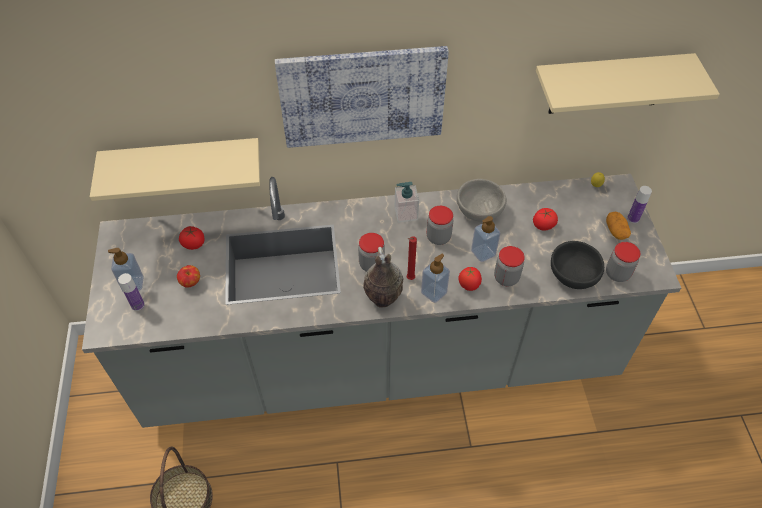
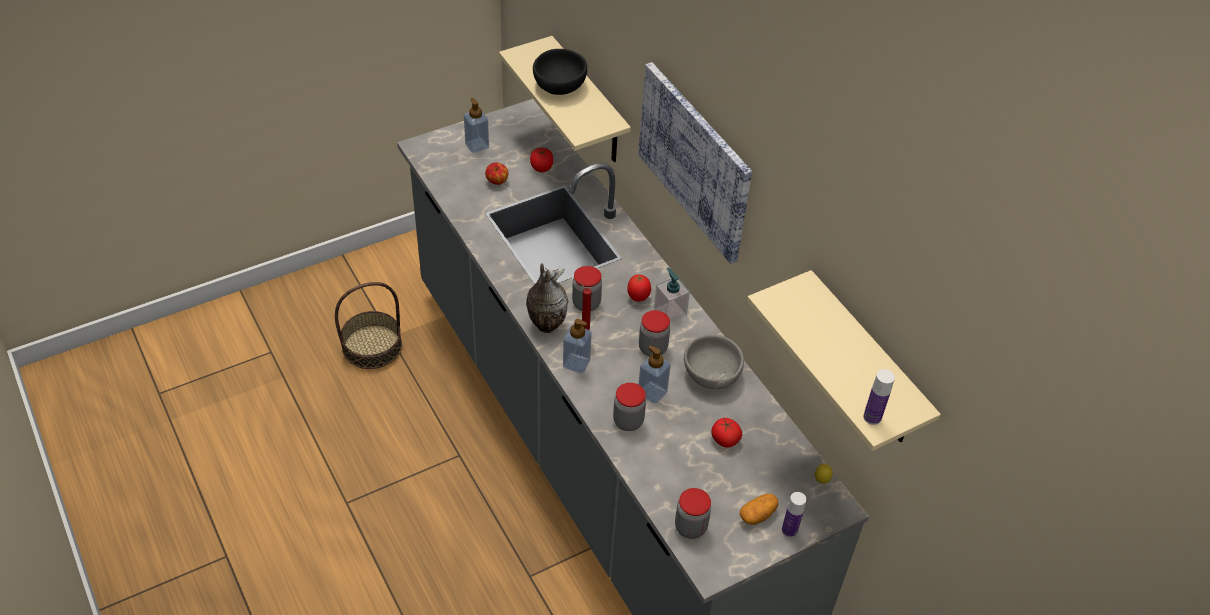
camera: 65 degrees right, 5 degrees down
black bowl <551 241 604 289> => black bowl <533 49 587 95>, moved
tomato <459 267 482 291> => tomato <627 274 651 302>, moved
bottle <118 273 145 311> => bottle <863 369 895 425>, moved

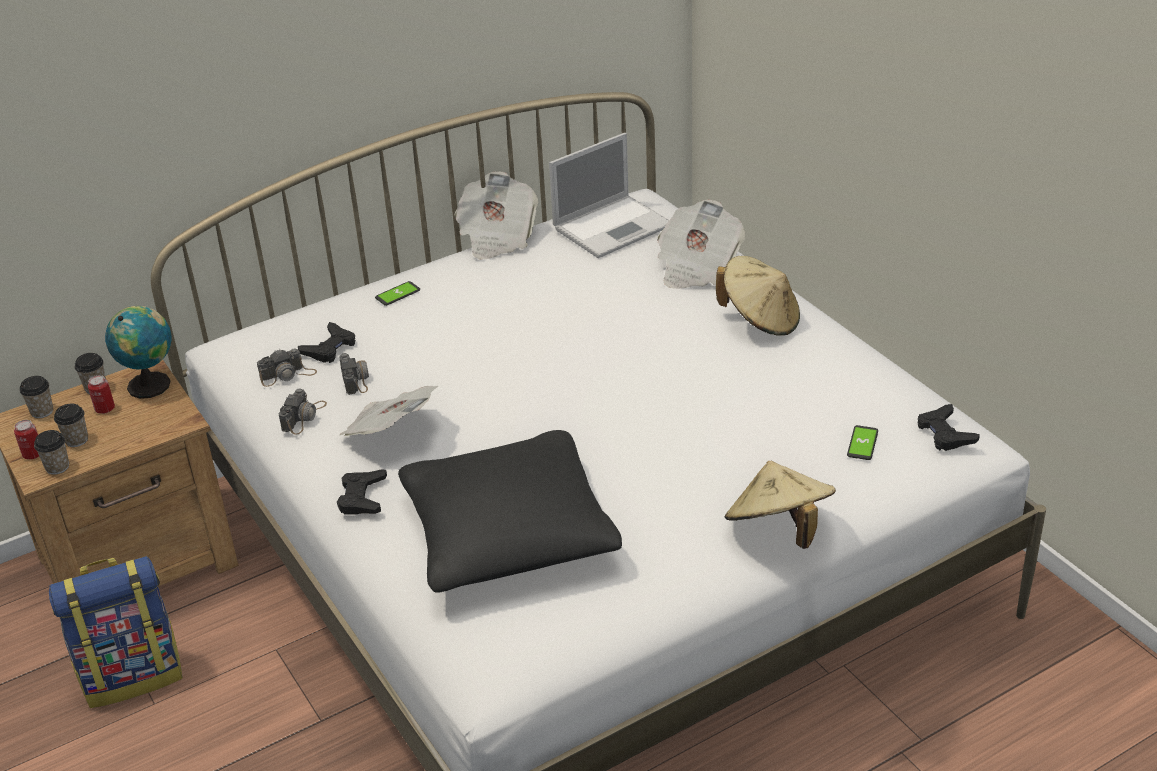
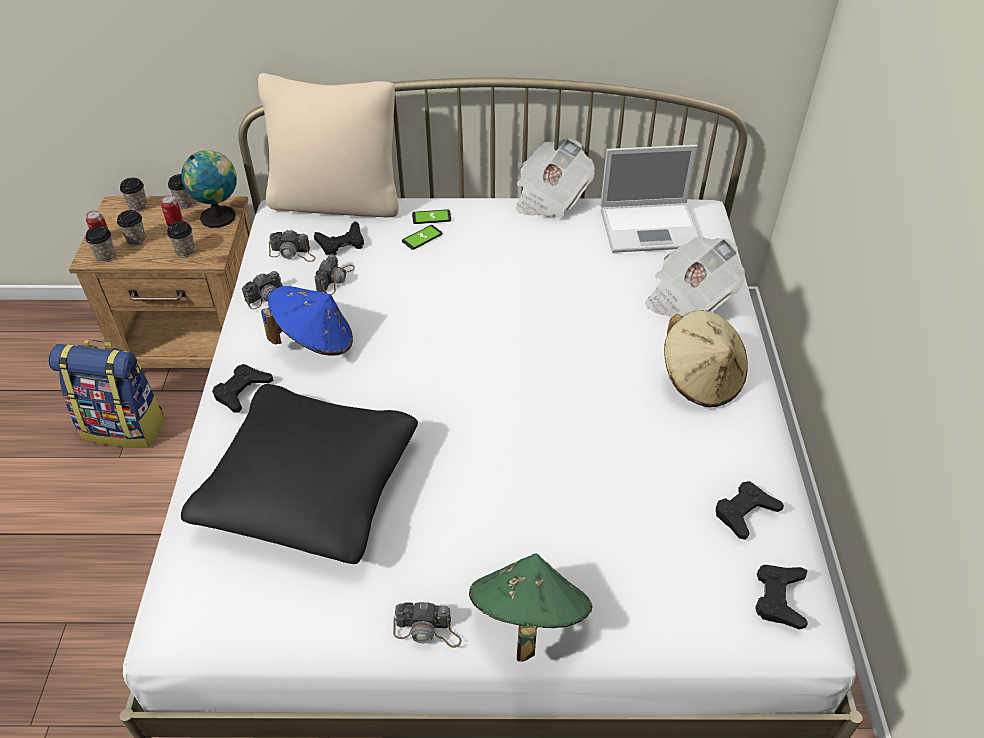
camera: 30 degrees right, 10 degrees up
newspaper <340 386 438 436> => blue hat <261 286 353 356>
phone <847 425 878 460> => phone <402 225 443 250>, moved
beige hat <724 461 836 549> => green hat <469 554 592 662>
nothing => beige pillow <258 73 399 218>
nothing => cup <167 221 195 257>
nothing => black game controller <716 481 784 540>
nothing => photo camera <393 602 462 648>

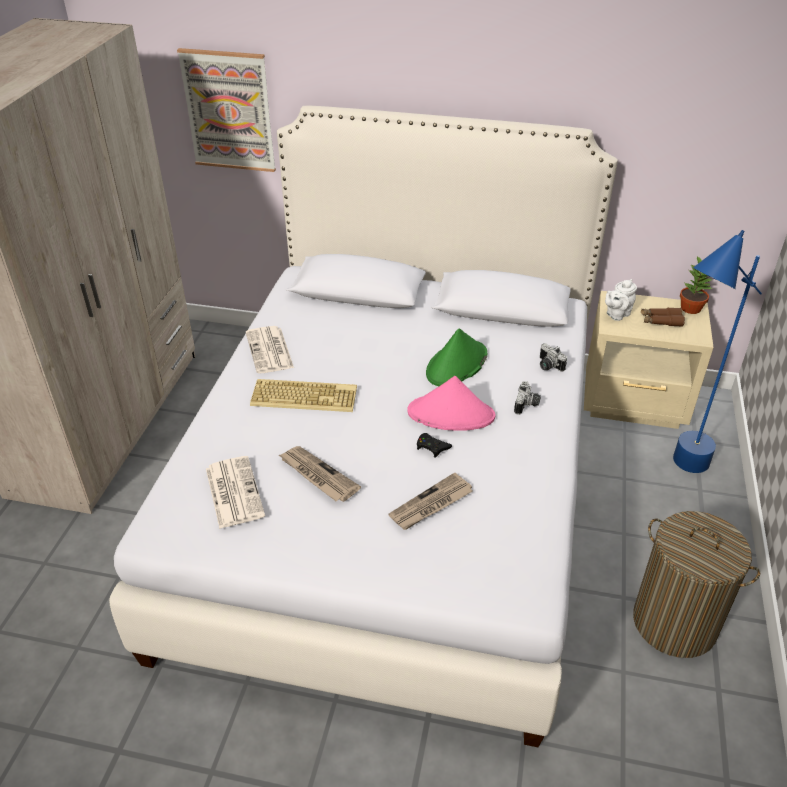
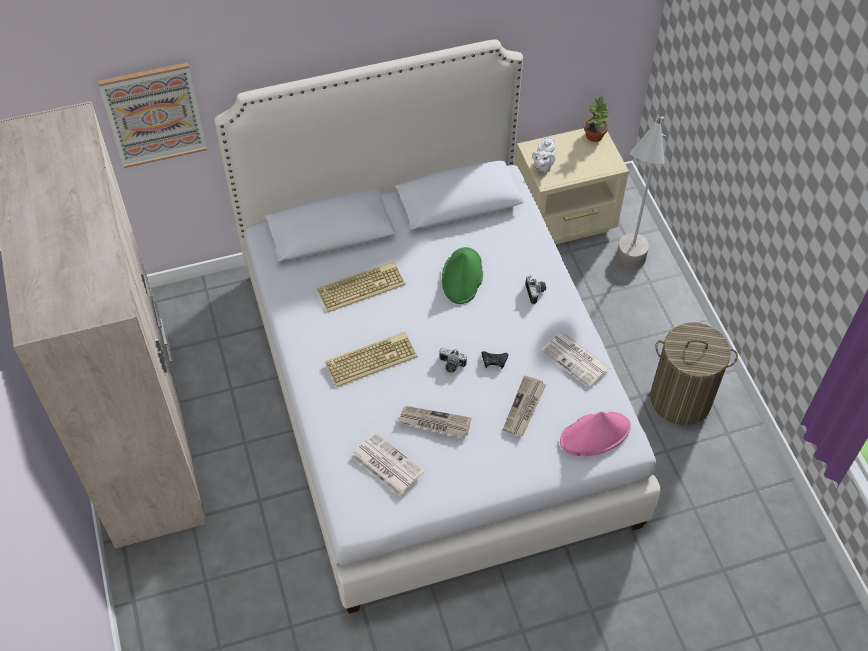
camera: 30 degrees left, 15 degrees up
blue floor lamp <673 230 762 473> => grey floor lamp <616 116 666 269>
brown binoculars <641 308 685 327> => nothing
newspaper <246 326 294 374> => newspaper <541 332 610 387>, moved
photo camera <540 343 567 372> => photo camera <439 347 467 373>, moved
pink hat <407 376 495 431> => pink hat <560 411 631 456>, moved
nothing => keyboard <317 261 406 312>

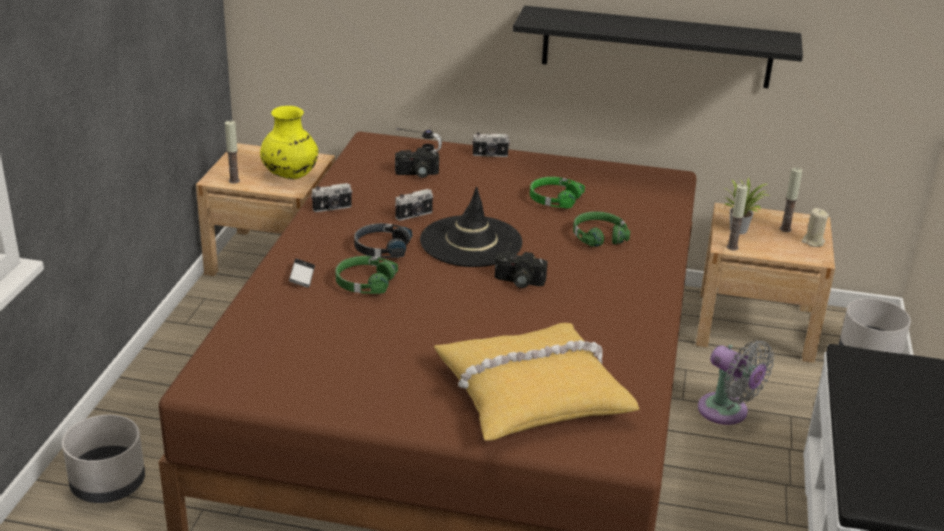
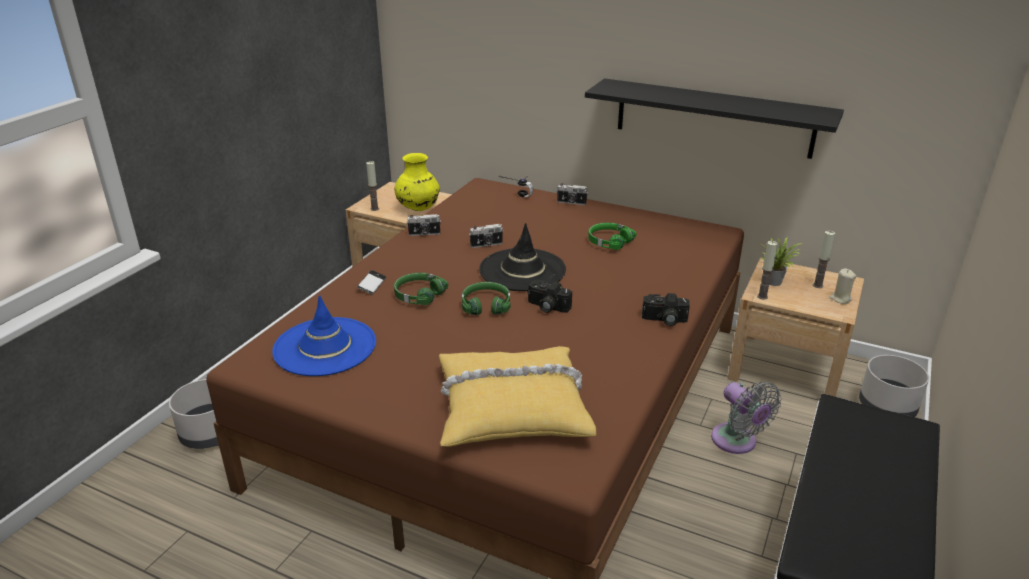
camera: 15 degrees right, 0 degrees up
photo camera <395 148 439 178> => photo camera <642 293 690 326>, moved
green headphones <573 211 630 247> => green headphones <462 282 511 315>, moved
black headphones <354 223 413 258> => nothing
nothing => blue hat <272 295 376 376>

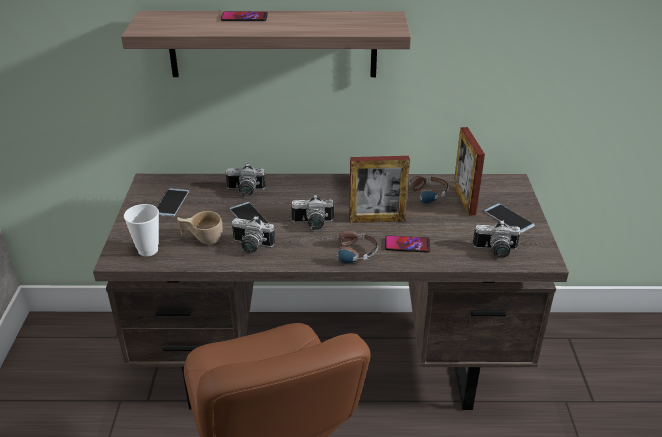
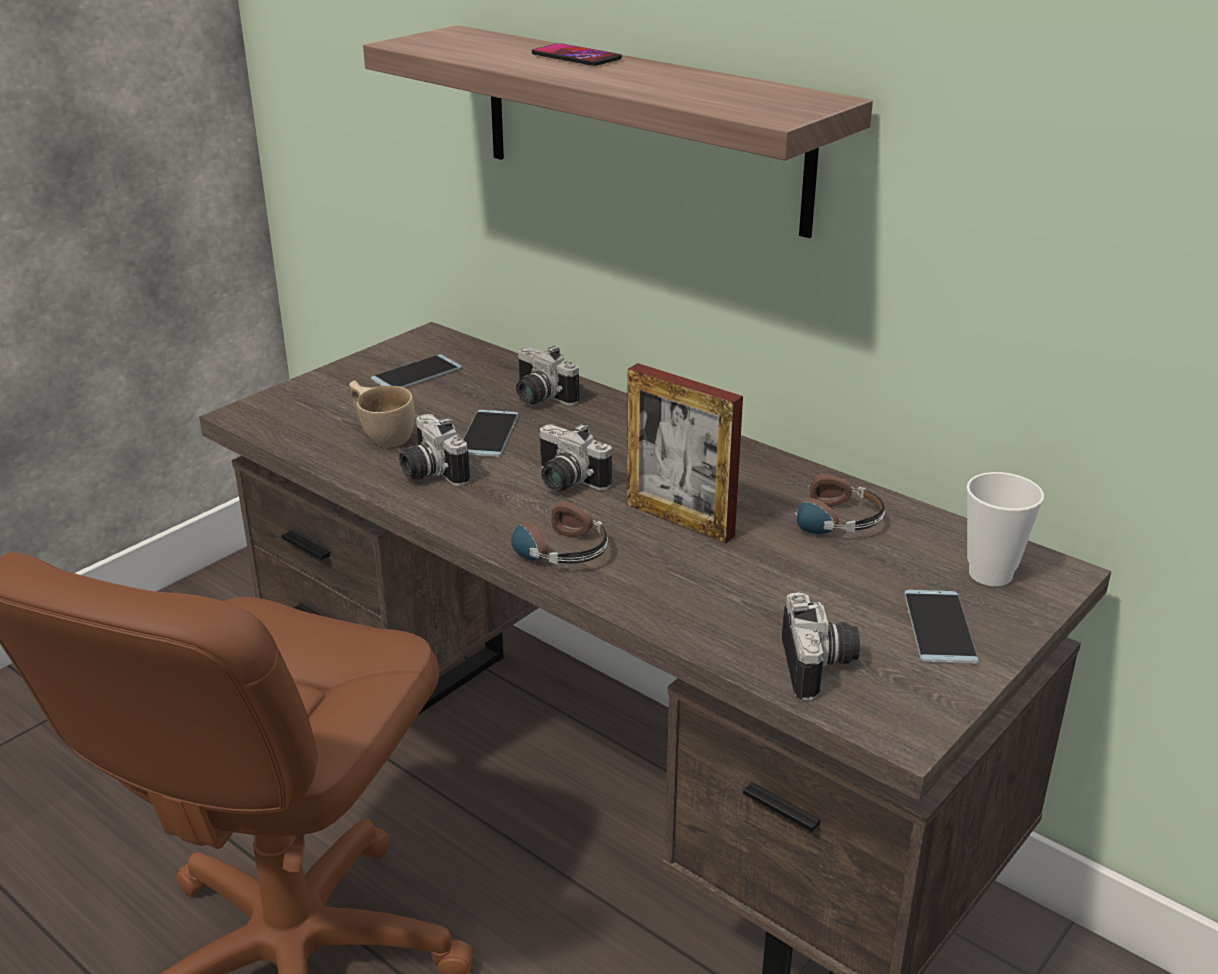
camera: 40 degrees right, 5 degrees down
picture frame <453 127 485 216> => nothing
cup <124 204 159 256> => cup <966 472 1044 586>, moved
photo camera <473 220 521 258> => photo camera <782 593 860 700>, 135 degrees counterclockwise
phone <385 235 430 253> => nothing

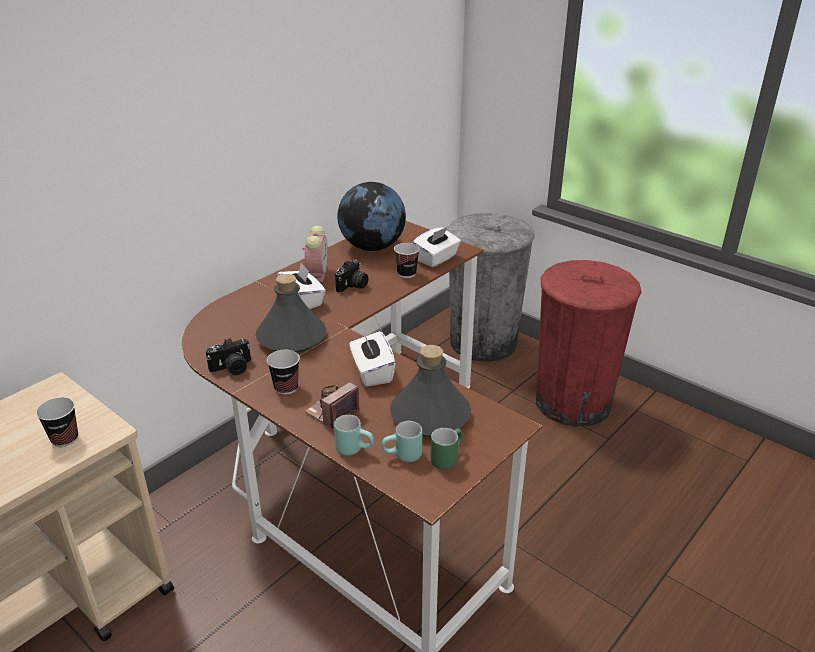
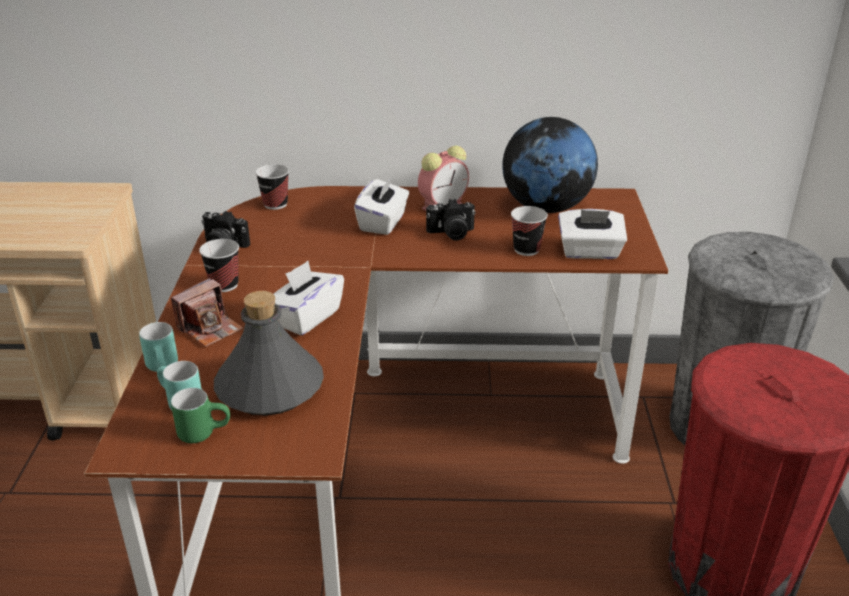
camera: 50 degrees right, 0 degrees up
grey bottle <256 274 326 353> => nothing
photo camera <305 382 359 430> => photo camera <171 278 243 347>, 135 degrees clockwise
cup <36 397 78 447> => cup <255 164 289 210>, moved

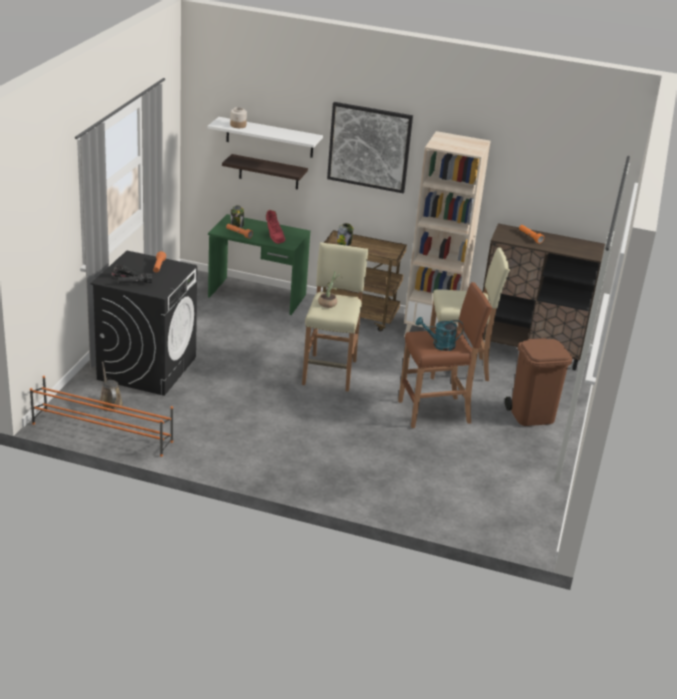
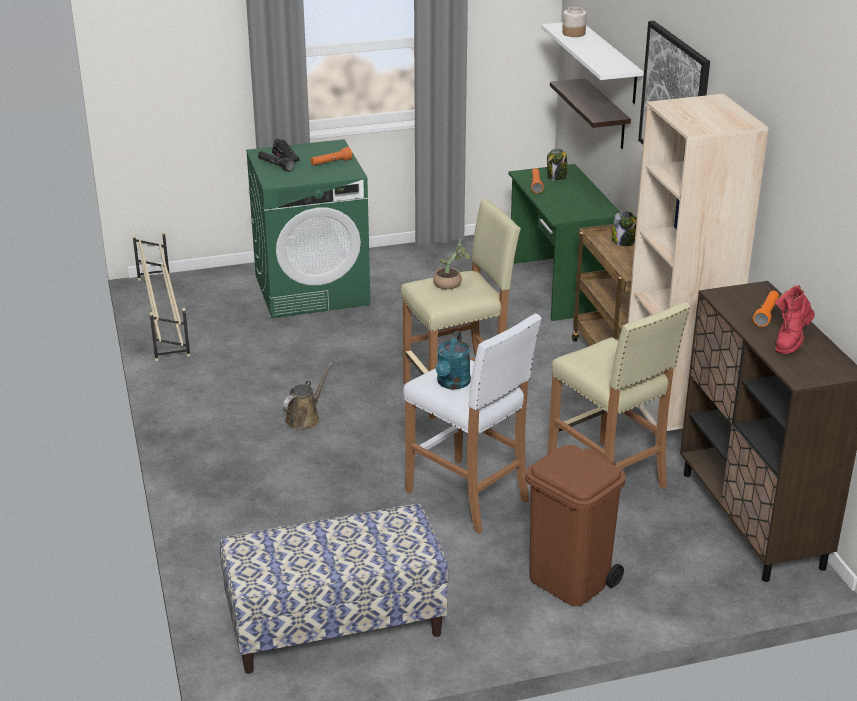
camera: 60 degrees right, 0 degrees up
red boot <266 210 285 244> => red boot <775 285 815 354>, moved
black washing machine <91 251 197 396> => green washing machine <246 139 371 318>
brown stool <398 282 492 428> => white stool <403 314 542 534>
turquoise watering can <416 317 464 351> => turquoise watering can <436 331 471 390>, 135 degrees counterclockwise
brown watering can <98 361 123 412> => brown watering can <282 362 333 430>, moved
orange shoe rack <30 376 173 457> => beige shoe rack <133 232 191 361>
nothing => bench <220 504 448 674>

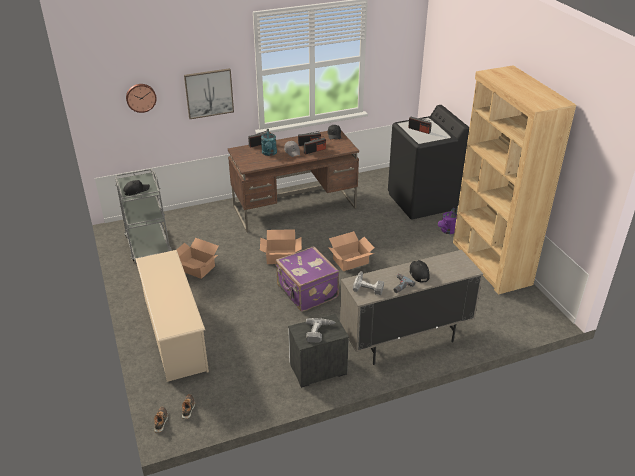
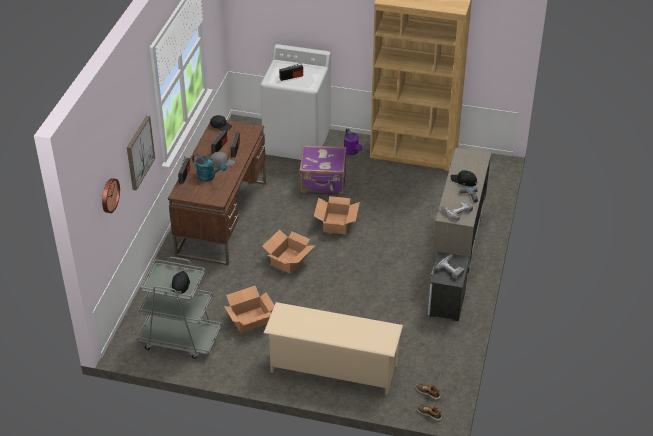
camera: 55 degrees left, 5 degrees up
black washing machine <388 105 469 220> => white washing machine <260 44 331 160>
purple suitcase <275 246 339 312> => purple suitcase <299 145 347 195>, moved

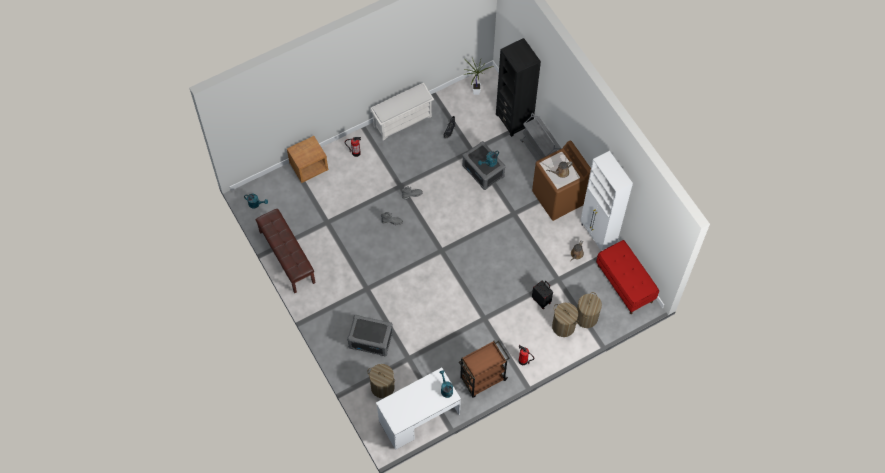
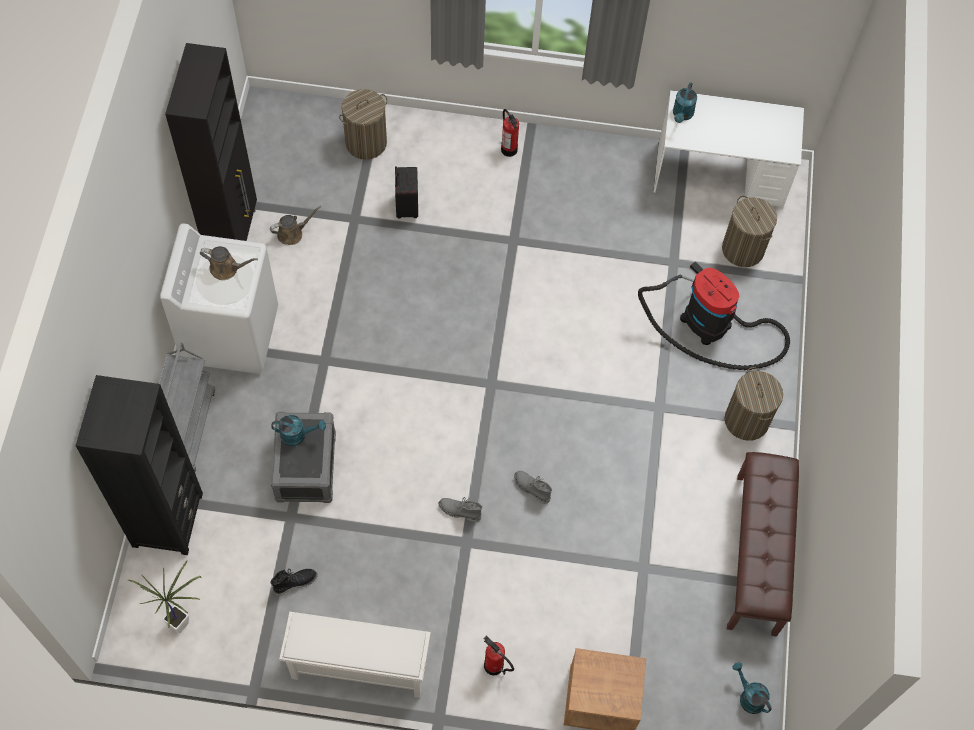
camera: 145 degrees left, 0 degrees up
brown washing machine <532 140 591 221> => white washing machine <160 223 278 374>
white cabinet <580 151 633 251> => black cabinet <165 43 257 241>
red bench <596 240 659 314> => nothing
laundry basket <552 303 578 337> => laundry basket <725 367 783 441>, moved
grey storage box <347 315 393 357> => vacuum cleaner <638 262 790 370>
brown cart <459 341 510 398> => nothing

